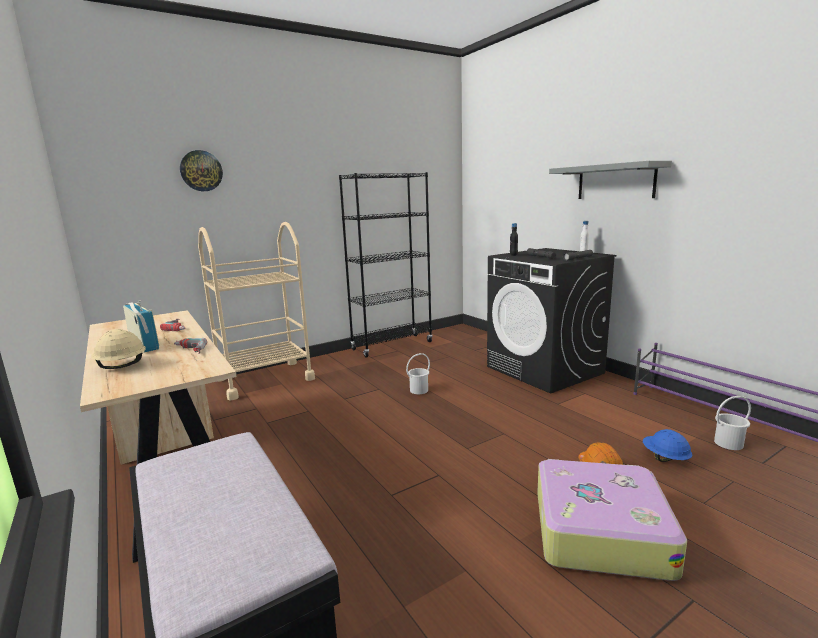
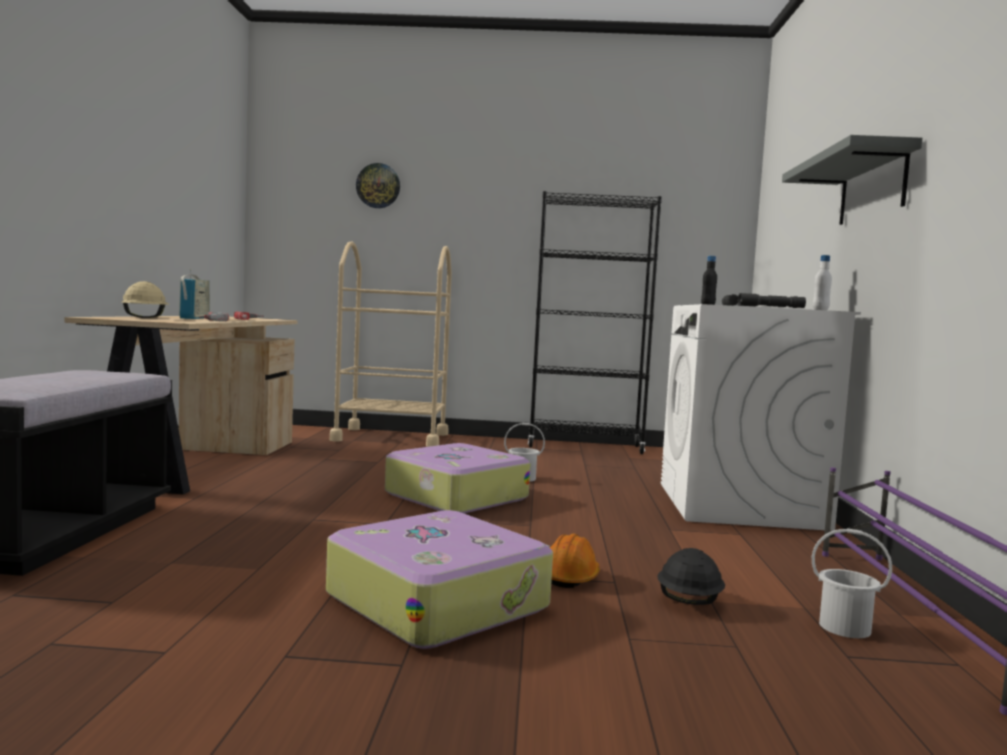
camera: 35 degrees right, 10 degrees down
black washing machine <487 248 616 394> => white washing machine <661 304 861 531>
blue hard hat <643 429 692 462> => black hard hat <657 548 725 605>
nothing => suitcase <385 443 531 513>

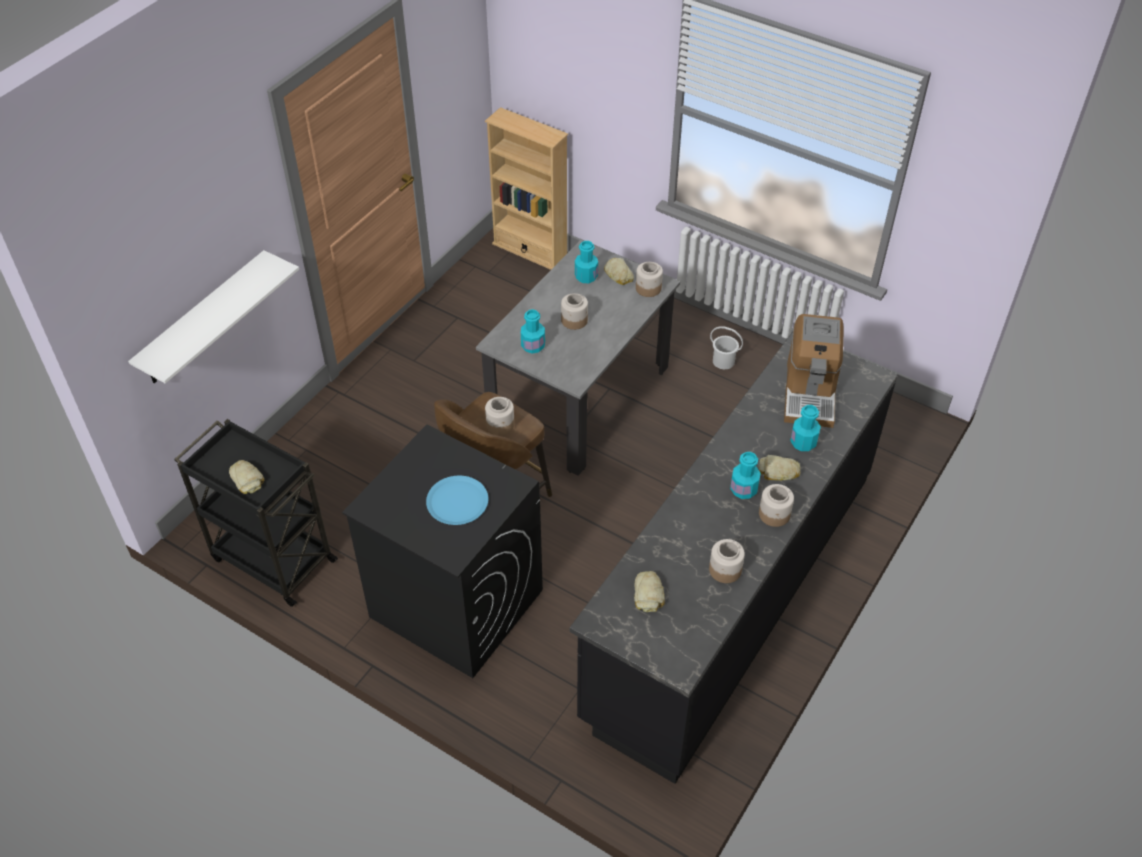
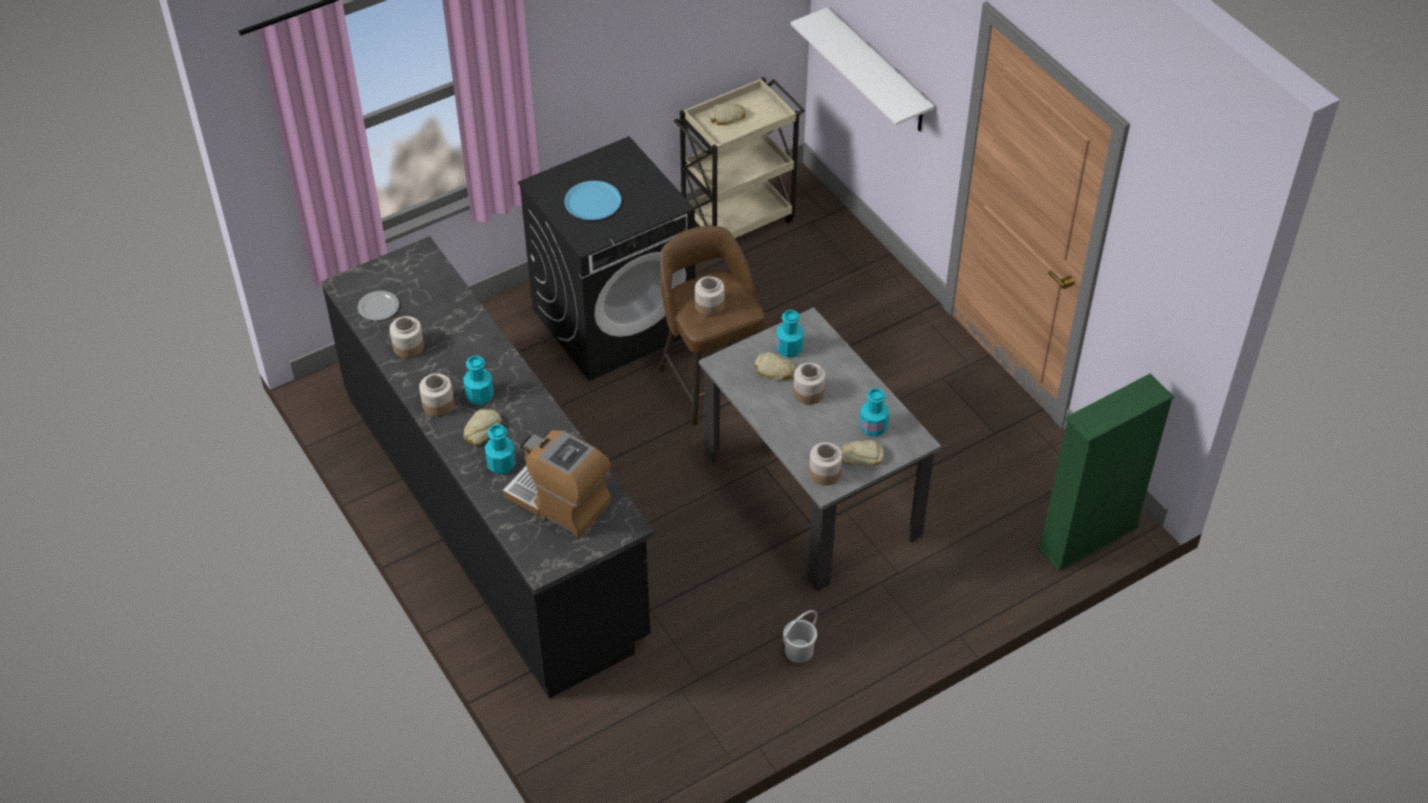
camera: 115 degrees right, 0 degrees up
beige bookcase <485 107 568 270> => green bookcase <1037 374 1174 571>
black cart <174 419 338 607> => beige cart <674 77 805 238>
bread <634 571 665 612> => bread <754 352 797 380>, moved
nothing => plate <358 291 399 321>

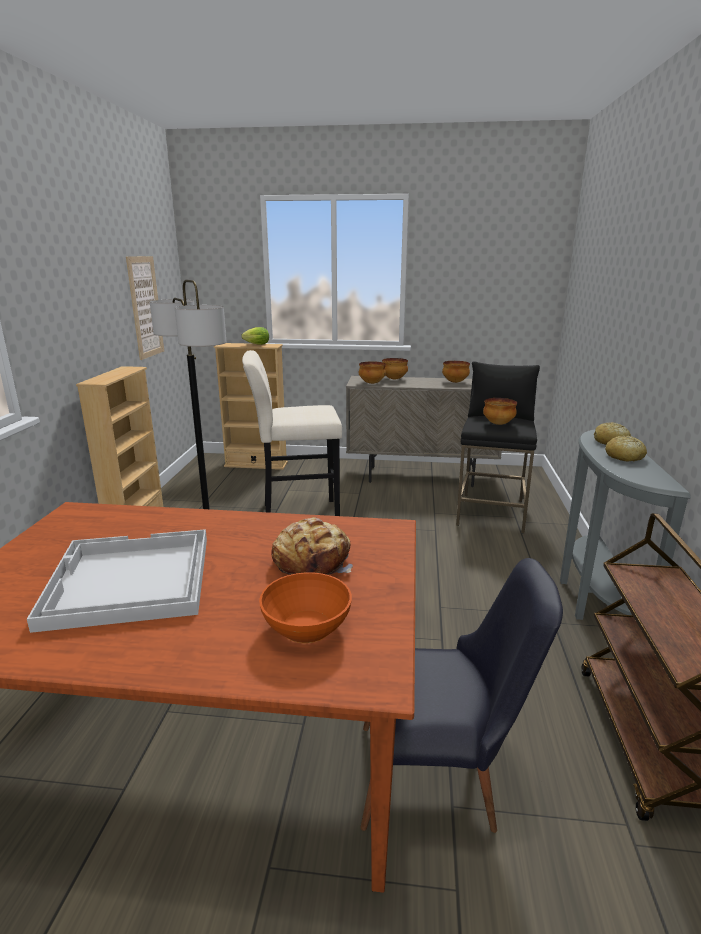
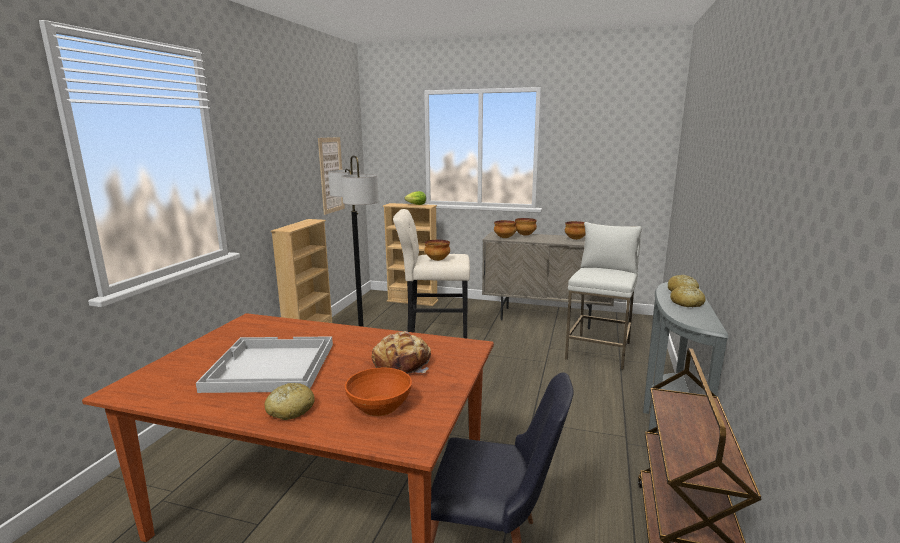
camera: 10 degrees right, 5 degrees down
black stool <456 361 540 534> => white stool <565 222 642 370>
bowl <483 398 517 425> => bowl <425 240 450 261>, moved
nothing => bread <264 383 315 420>

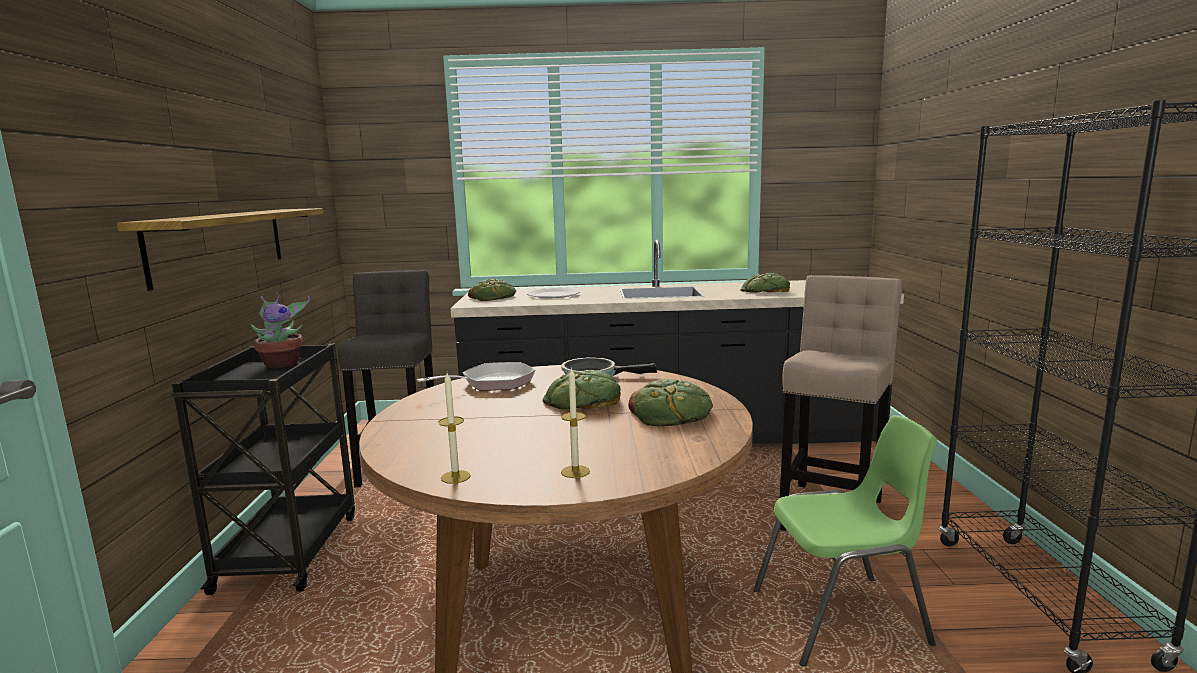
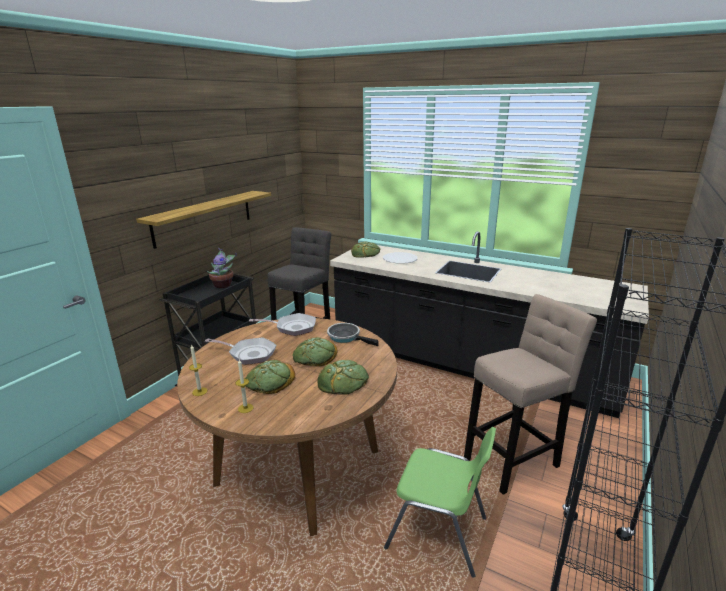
camera: 30 degrees right, 10 degrees up
bread <740 273 790 293> => bread <245 360 295 394>, moved
nothing => frying pan <205 338 277 365>

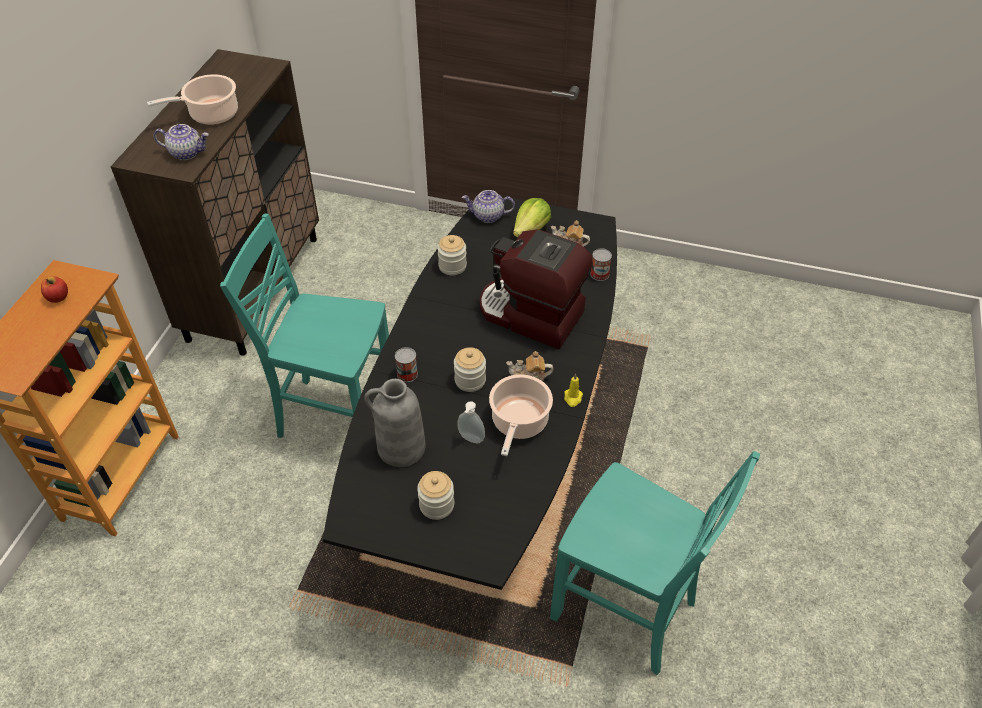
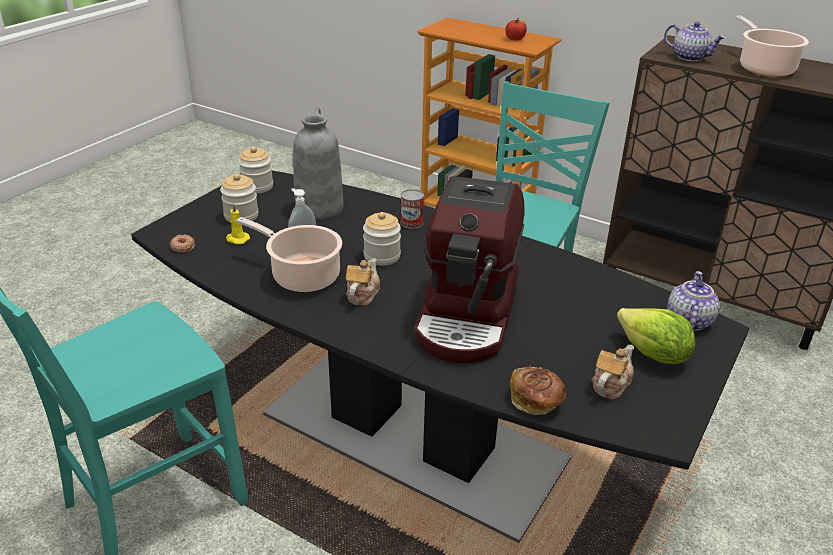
camera: 105 degrees right, 15 degrees down
teapot <154 124 209 160> => teapot <664 22 726 61>, 75 degrees counterclockwise
coffee machine <480 229 593 349> => coffee machine <414 176 525 363>, 150 degrees clockwise
jar <437 235 467 275> => jar <238 146 273 194>, moved
can <590 248 612 281> => bread <510 366 567 415>
yellow candle <564 374 583 407> => yellow candle <226 203 250 244>, moved
nothing => donut <170 234 195 253>

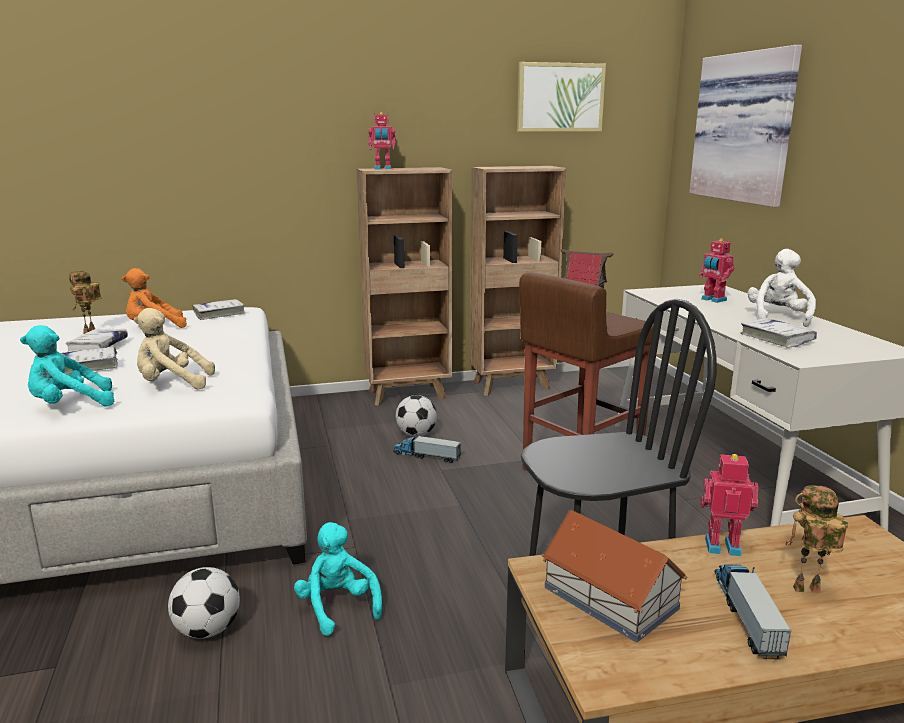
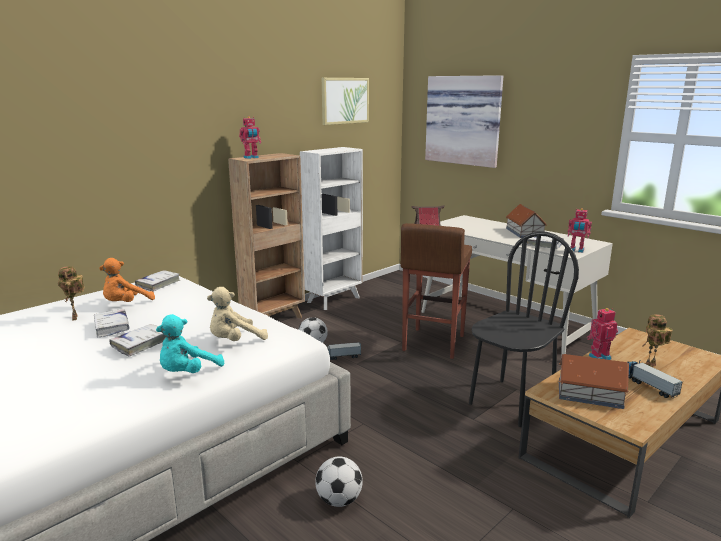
camera: 30 degrees left, 0 degrees up
brown bookcase <470 166 566 396> => white bookcase <300 147 363 310>
toy robot <699 238 735 303> => toy robot <568 208 592 253>, moved
white plush toy <748 249 816 327> => toy house <506 204 547 238>
turquoise plush toy <294 522 382 636> => nothing

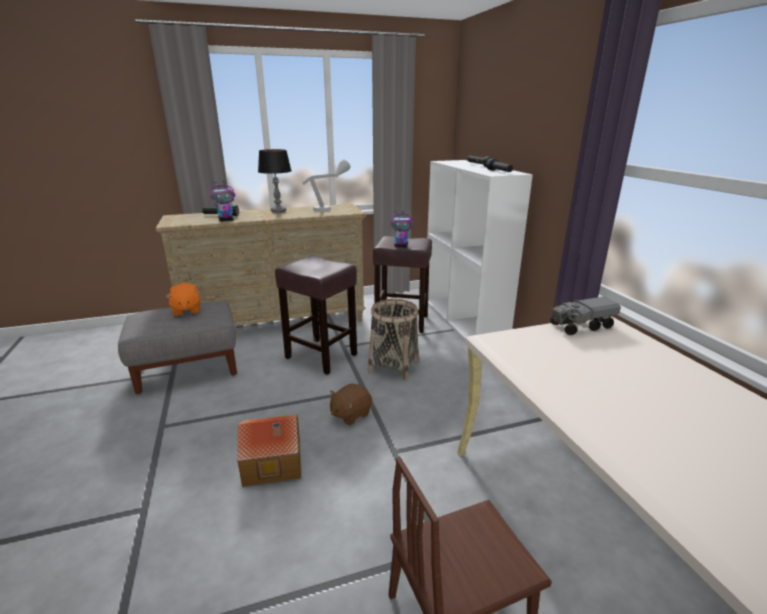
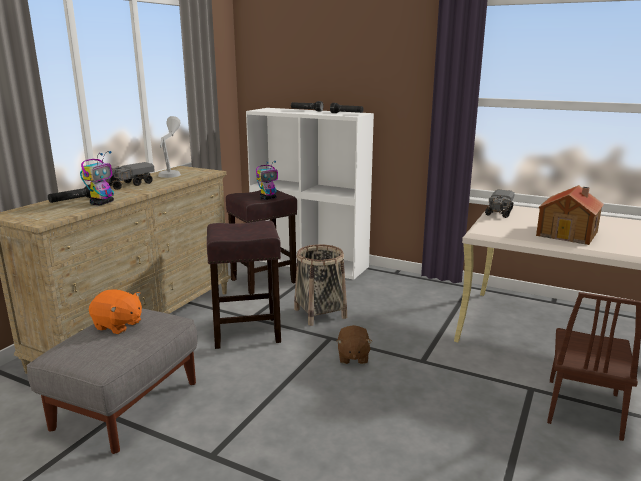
camera: 45 degrees left, 5 degrees down
table lamp <258 149 291 213> => toy truck <105 162 155 190>
toy house <237 414 301 487> => toy house <536 185 604 245>, moved

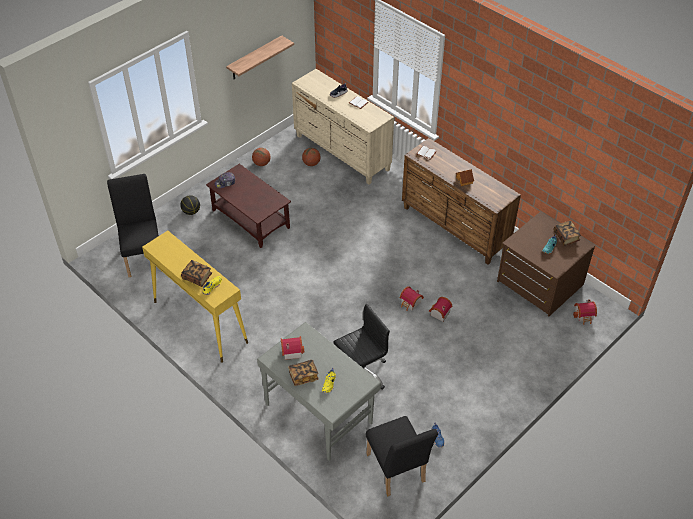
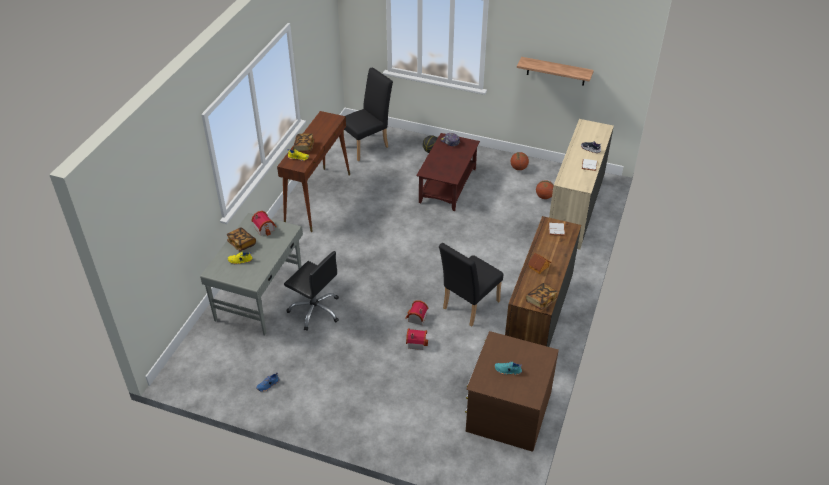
camera: 65 degrees right, 5 degrees down
book <554 221 581 246> => book <526 283 558 310>, moved
yellow console table <142 231 248 363> => brown console table <277 111 350 232>
toy house <573 299 597 325> => nothing
black chair <366 416 438 497> => black chair <439 243 503 326>, moved

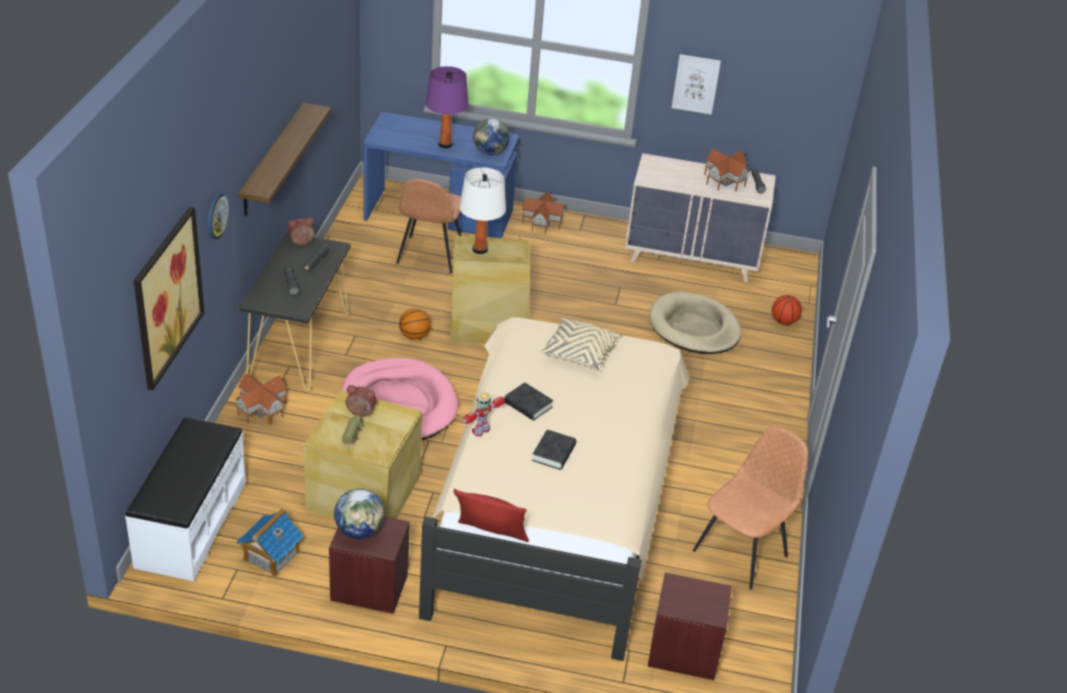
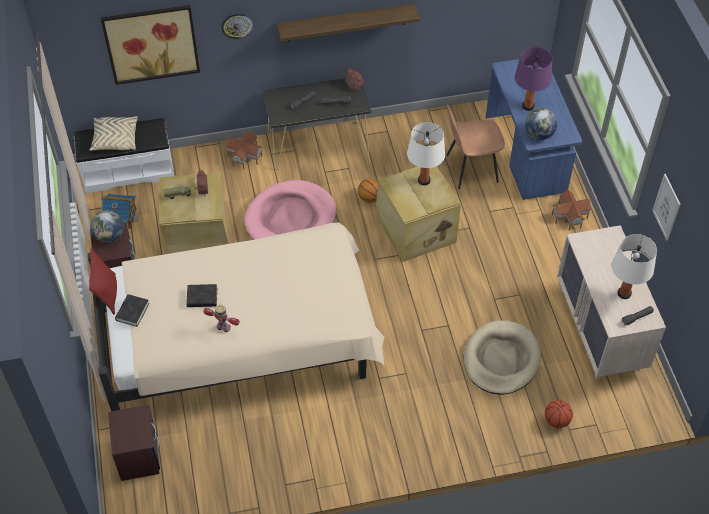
camera: 70 degrees right, 15 degrees up
toy house <704 149 750 191> => white table lamp <612 234 657 299>
beige pillow <540 318 621 371> => beige pillow <89 116 138 151>, moved
black book <504 383 554 421> => black book <115 294 149 327>, moved
toy robot <463 392 505 436> => toy robot <203 305 240 332>, moved
brown chair <693 426 808 590> => nothing

